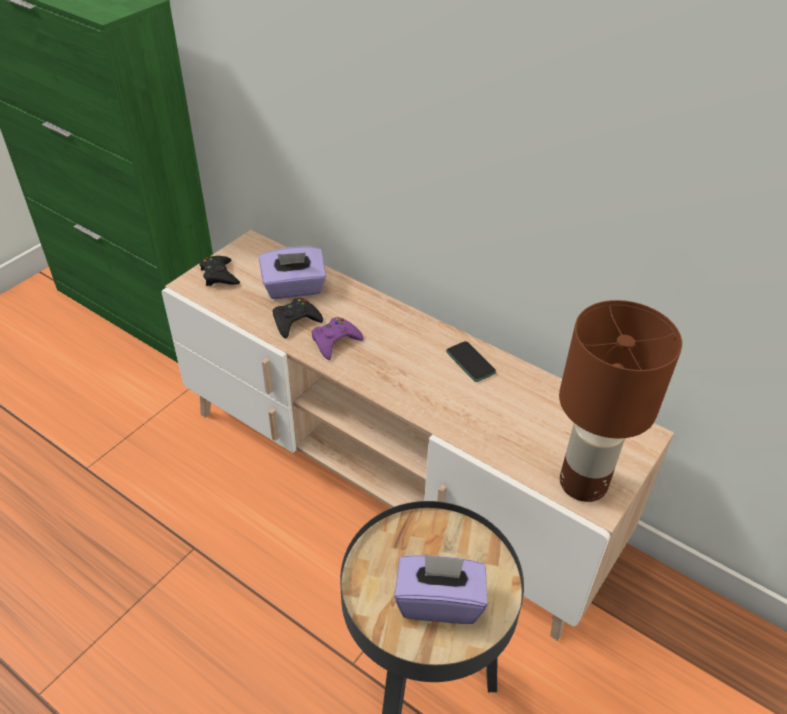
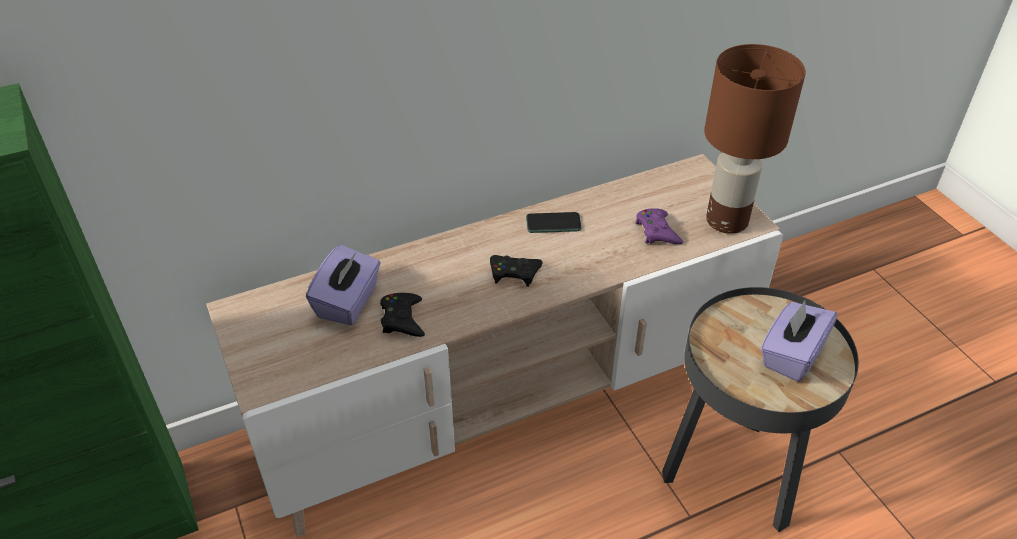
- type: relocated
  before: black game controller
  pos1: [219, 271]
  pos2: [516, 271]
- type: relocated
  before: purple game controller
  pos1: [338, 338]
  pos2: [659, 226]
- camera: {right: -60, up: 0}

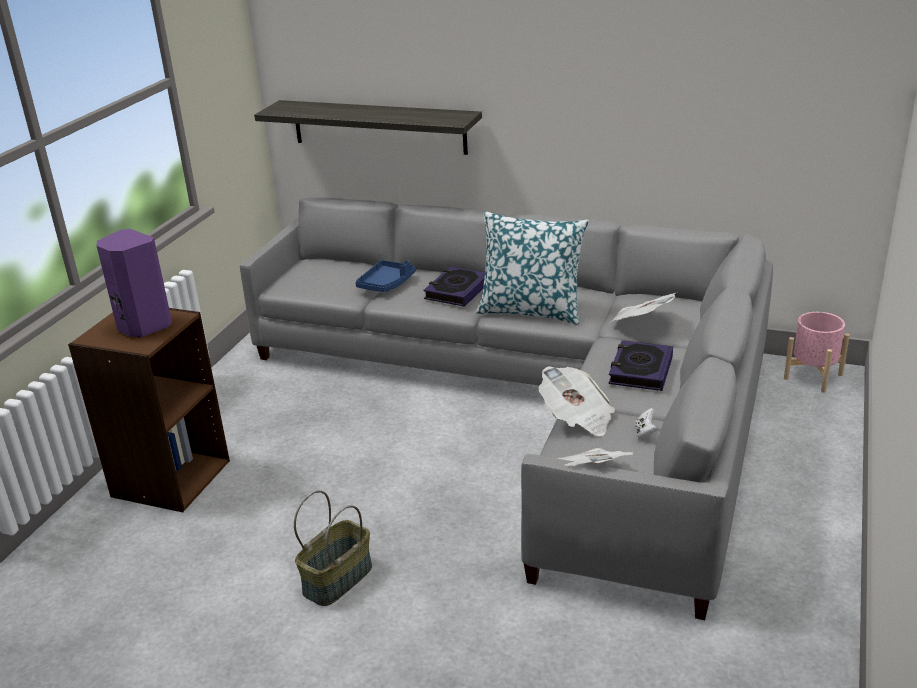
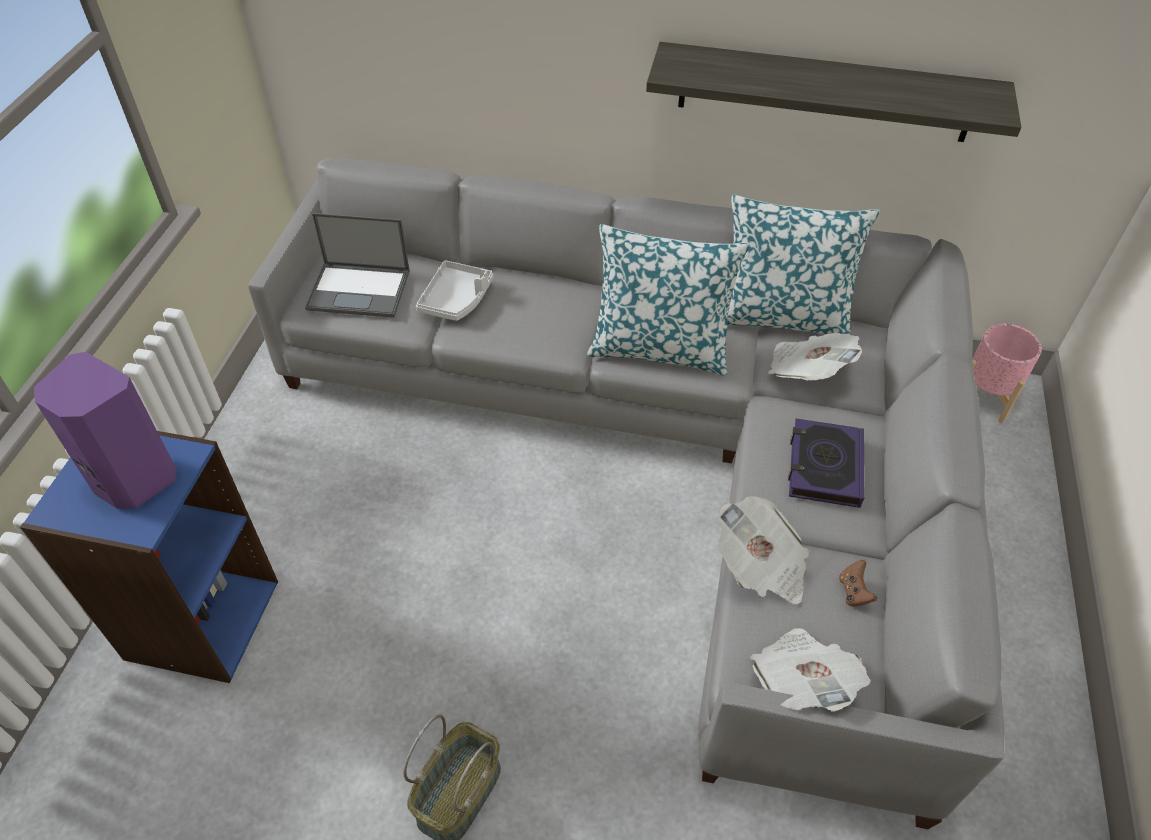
- type: colour
  before: brown bookcase
  after: blue bookcase
  pos1: [149, 410]
  pos2: [149, 557]
- type: relocated
  before: shelf
  pos1: [368, 127]
  pos2: [833, 92]
- type: colour
  before: blue tray
  after: grey tray
  pos1: [385, 276]
  pos2: [455, 290]
- type: missing
  before: book
  pos1: [454, 286]
- type: colour
  before: white game controller
  after: brown game controller
  pos1: [646, 423]
  pos2: [858, 583]
- type: appeared
  after: laptop
  pos2: [357, 265]
- type: appeared
  after: pillow
  pos2: [804, 265]
- camera: {right: -10, up: 20}

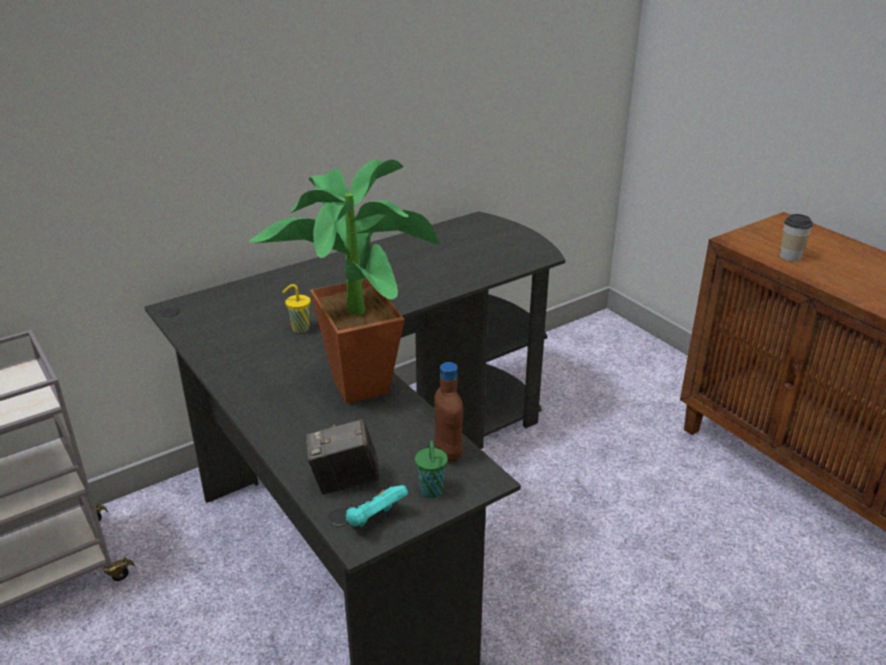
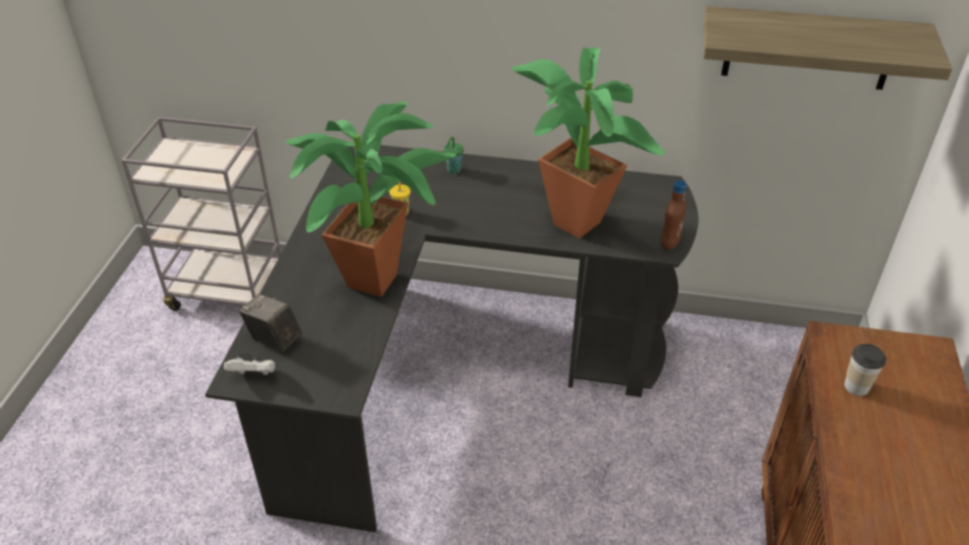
- type: colour
  before: turquoise game controller
  after: white game controller
  pos1: [376, 506]
  pos2: [249, 365]
- type: relocated
  before: green cup
  pos1: [431, 469]
  pos2: [454, 155]
- type: relocated
  before: brown bottle
  pos1: [448, 412]
  pos2: [674, 215]
- type: appeared
  after: potted plant
  pos2: [588, 143]
- type: appeared
  after: shelf
  pos2: [828, 48]
- camera: {right: 45, up: 10}

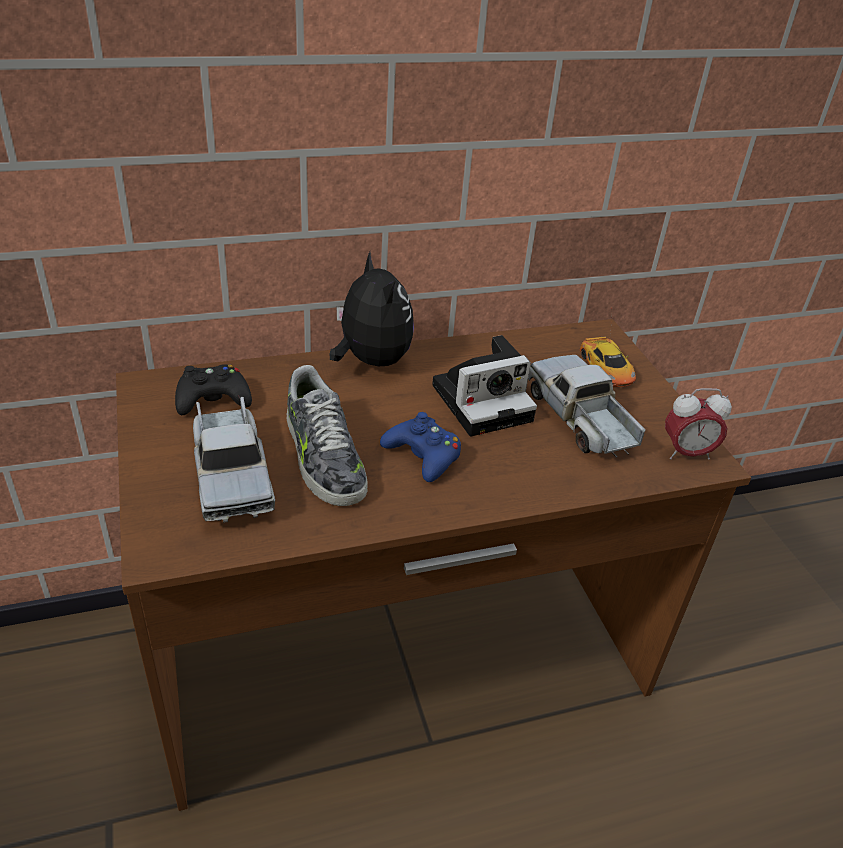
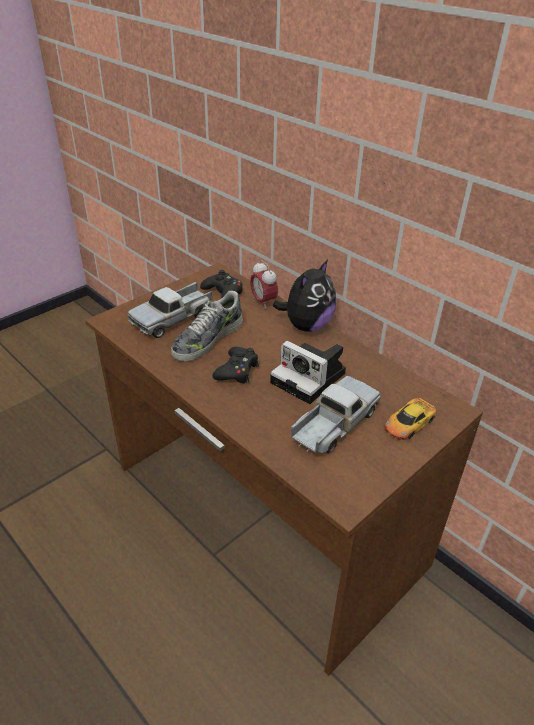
- type: colour
  before: blue game controller
  after: black game controller
  pos1: [420, 447]
  pos2: [235, 365]
- type: relocated
  before: alarm clock
  pos1: [698, 424]
  pos2: [264, 284]
- camera: {right: 65, up: 0}

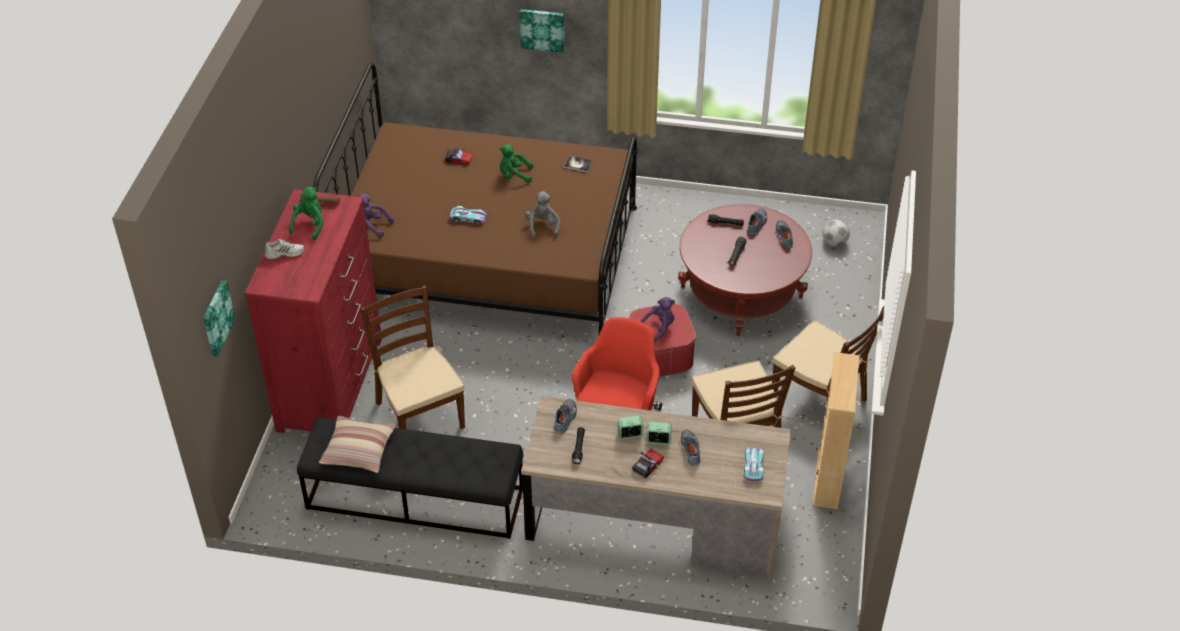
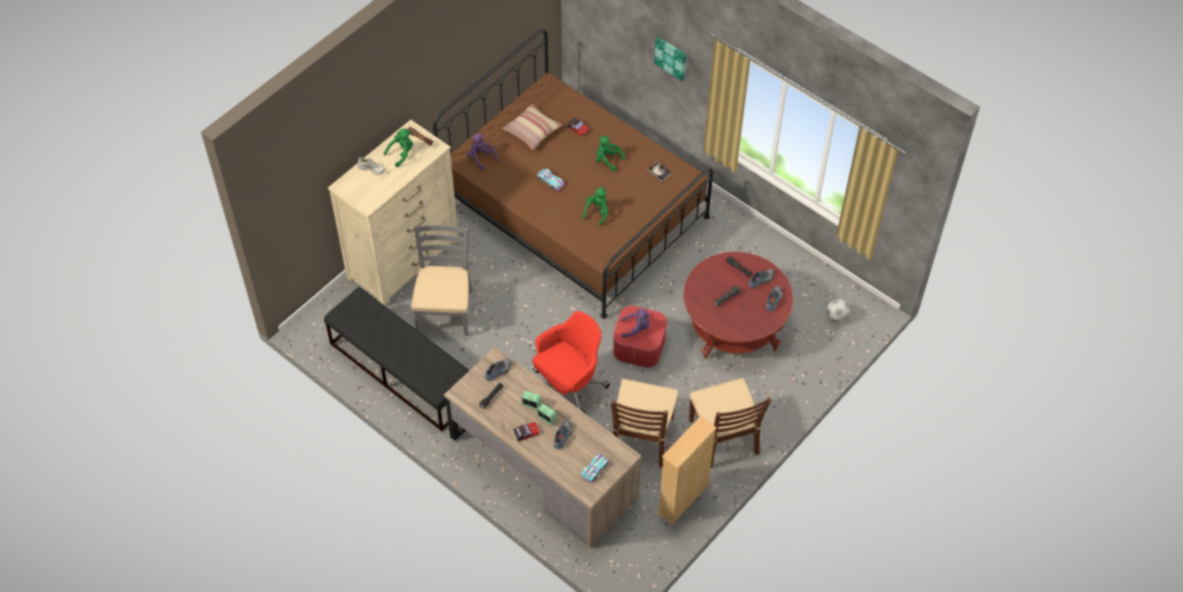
- type: missing
  before: picture
  pos1: [219, 318]
- type: colour
  before: red dresser
  after: beige dresser
  pos1: [313, 311]
  pos2: [393, 213]
- type: relocated
  before: pillow
  pos1: [357, 444]
  pos2: [532, 127]
- type: colour
  before: brown chair
  after: grey chair
  pos1: [412, 357]
  pos2: [443, 280]
- type: colour
  before: grey plush toy
  after: green plush toy
  pos1: [542, 214]
  pos2: [595, 207]
- camera: {right: 30, up: 10}

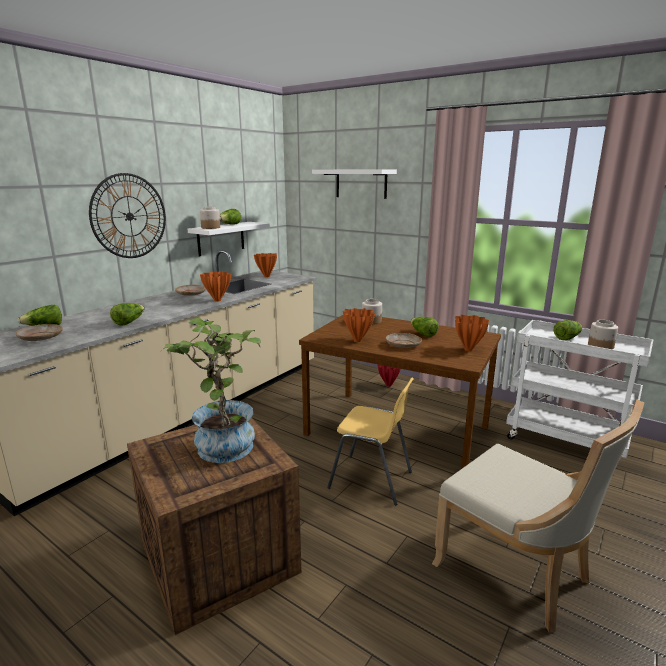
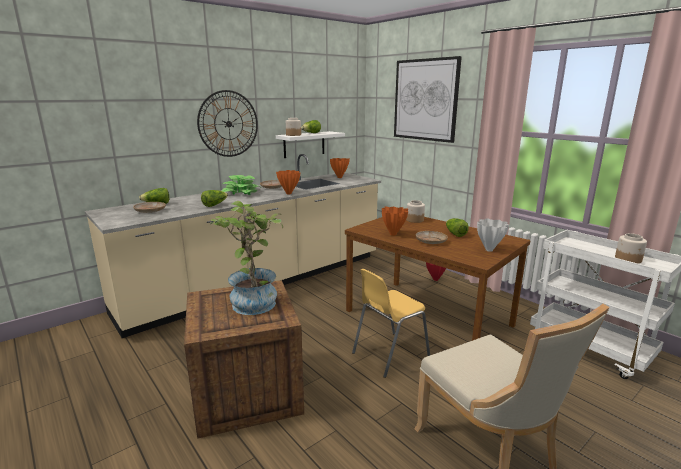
- type: exchanged
  before: white shelf
  after: picture
  pos1: [354, 184]
  pos2: [428, 99]
- type: spun
  before: yellow chair
  pos1: [370, 441]
  pos2: [391, 323]
  turn: 105
- type: colour
  before: orange vase
  after: white vase
  pos1: [472, 333]
  pos2: [493, 235]
- type: missing
  before: lettuce
  pos1: [568, 330]
- type: appeared
  after: potted plant
  pos2: [241, 185]
- camera: {right: 15, up: 0}

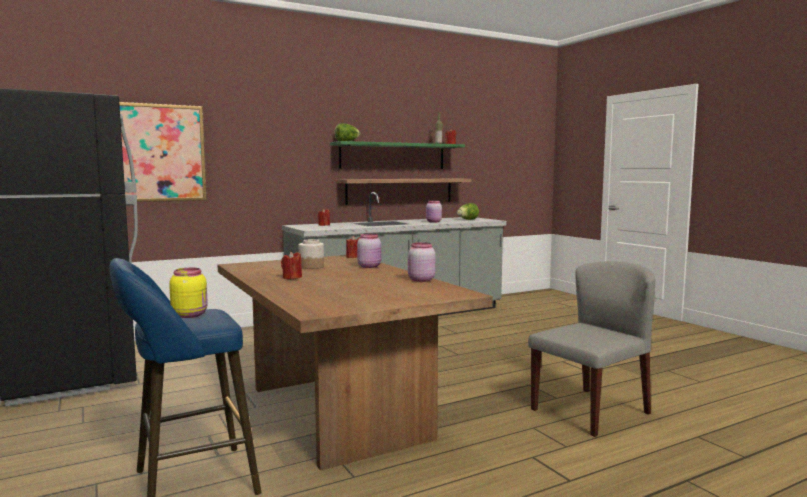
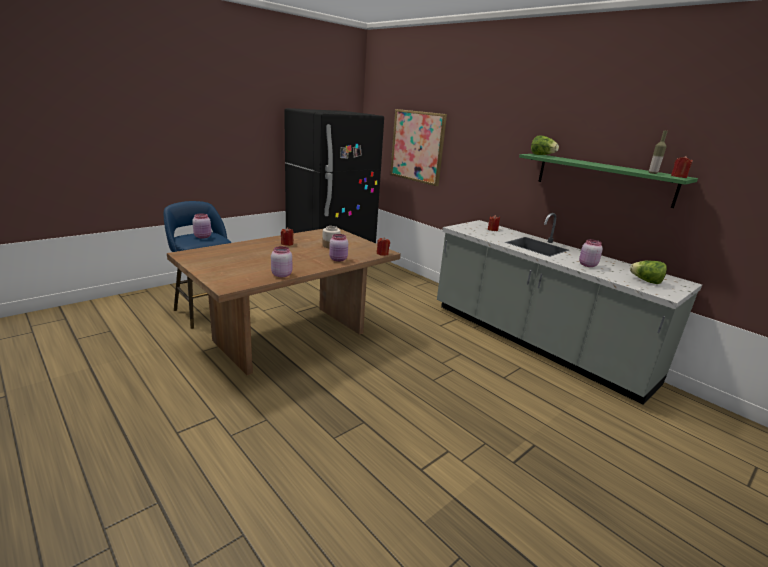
- type: colour
  before: yellow jar
  after: pink jar
  pos1: [188, 293]
  pos2: [201, 226]
- type: missing
  before: shelf
  pos1: [404, 192]
- type: missing
  before: grey chair
  pos1: [591, 349]
- camera: {right: 75, up: 15}

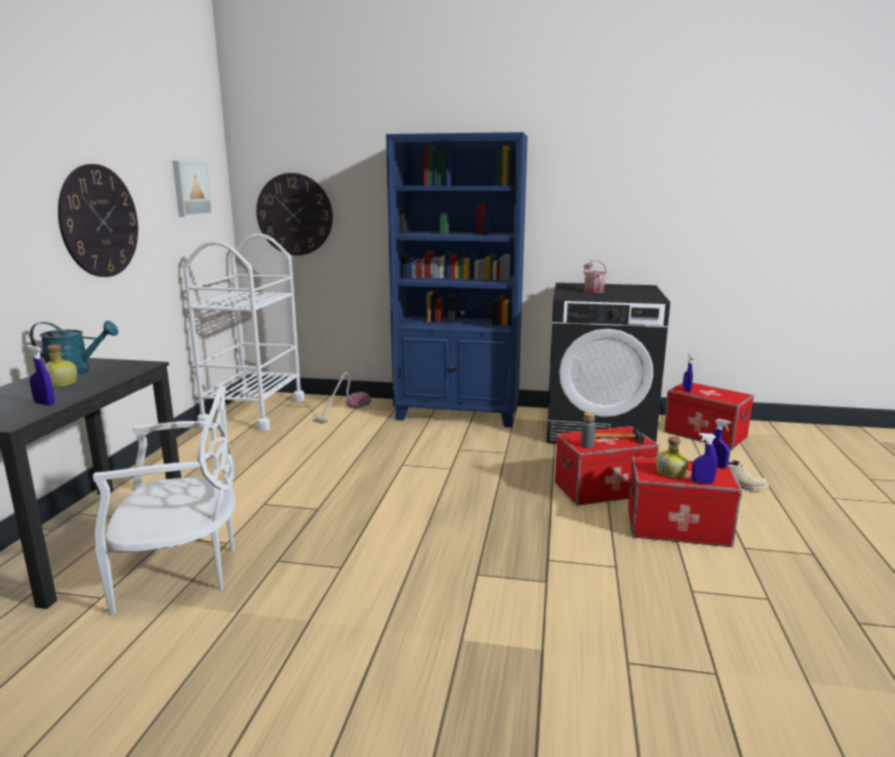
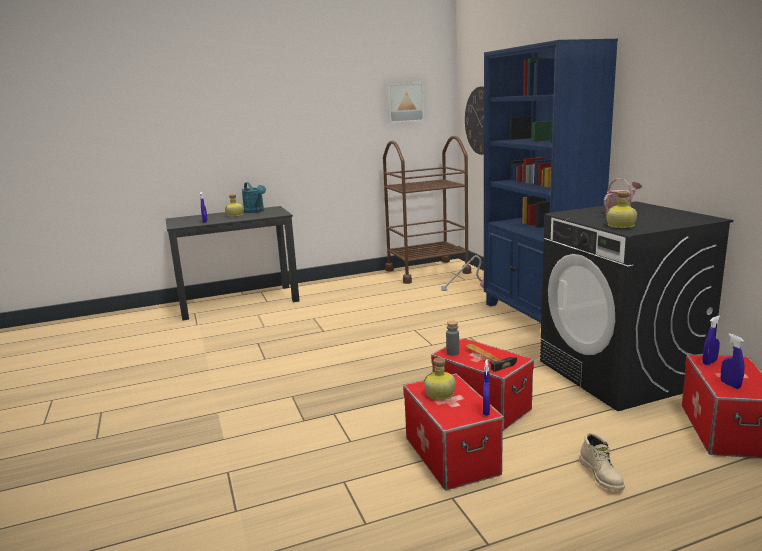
- type: missing
  before: wall clock
  pos1: [98, 220]
- type: missing
  before: white chair
  pos1: [164, 500]
- type: colour
  before: white cart
  after: brown cart
  pos1: [244, 332]
  pos2: [427, 210]
- type: relocated
  before: blue spray bottle
  pos1: [704, 458]
  pos2: [732, 361]
- type: appeared
  after: bottle
  pos2: [621, 209]
- camera: {right: 60, up: 0}

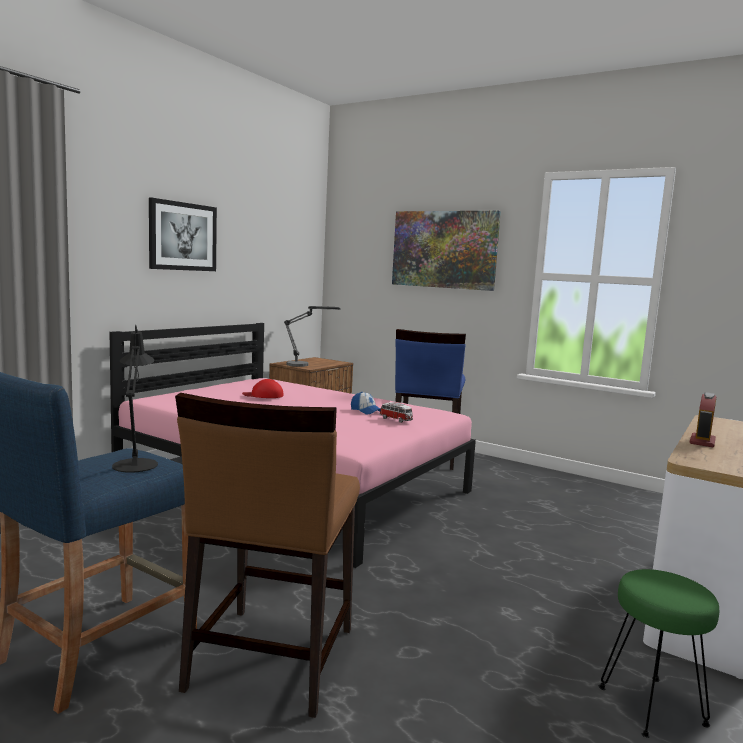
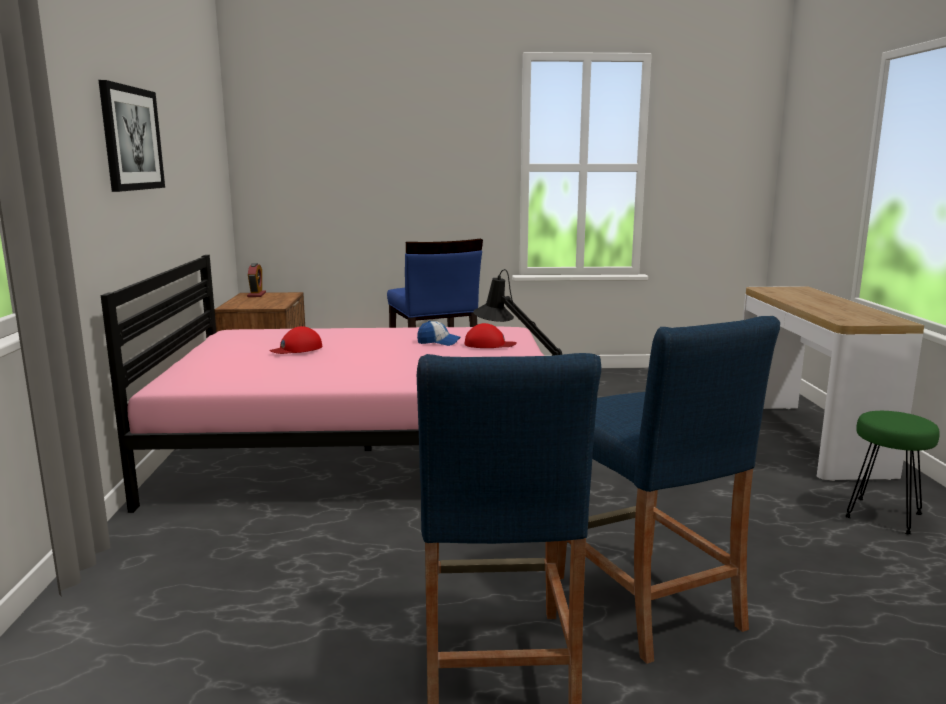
- type: exchanged
  before: brown chair
  after: blue stool
  pos1: [267, 555]
  pos2: [669, 490]
- type: missing
  before: table lamp
  pos1: [312, 336]
- type: exchanged
  before: toy car
  after: red cap
  pos1: [396, 412]
  pos2: [491, 335]
- type: missing
  before: picture
  pos1: [446, 251]
- type: relocated
  before: alarm clock
  pos1: [702, 419]
  pos2: [256, 280]
- camera: {right: -35, up: 5}

